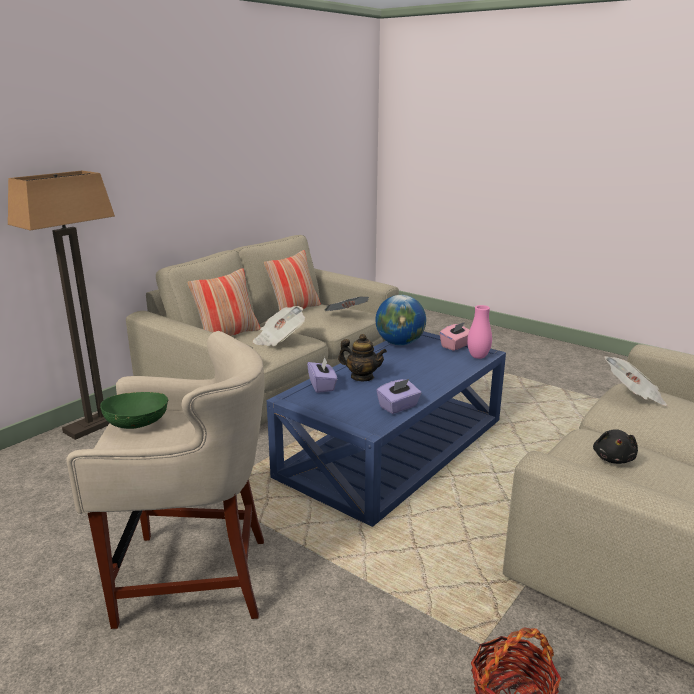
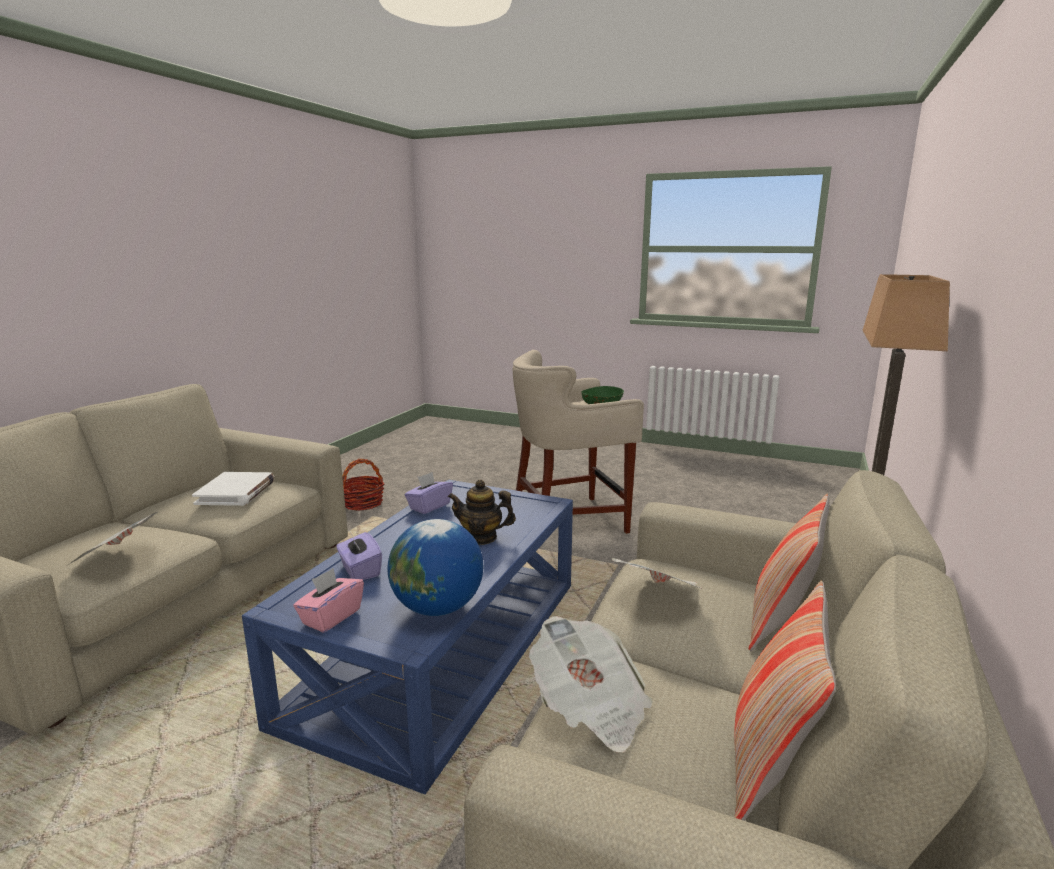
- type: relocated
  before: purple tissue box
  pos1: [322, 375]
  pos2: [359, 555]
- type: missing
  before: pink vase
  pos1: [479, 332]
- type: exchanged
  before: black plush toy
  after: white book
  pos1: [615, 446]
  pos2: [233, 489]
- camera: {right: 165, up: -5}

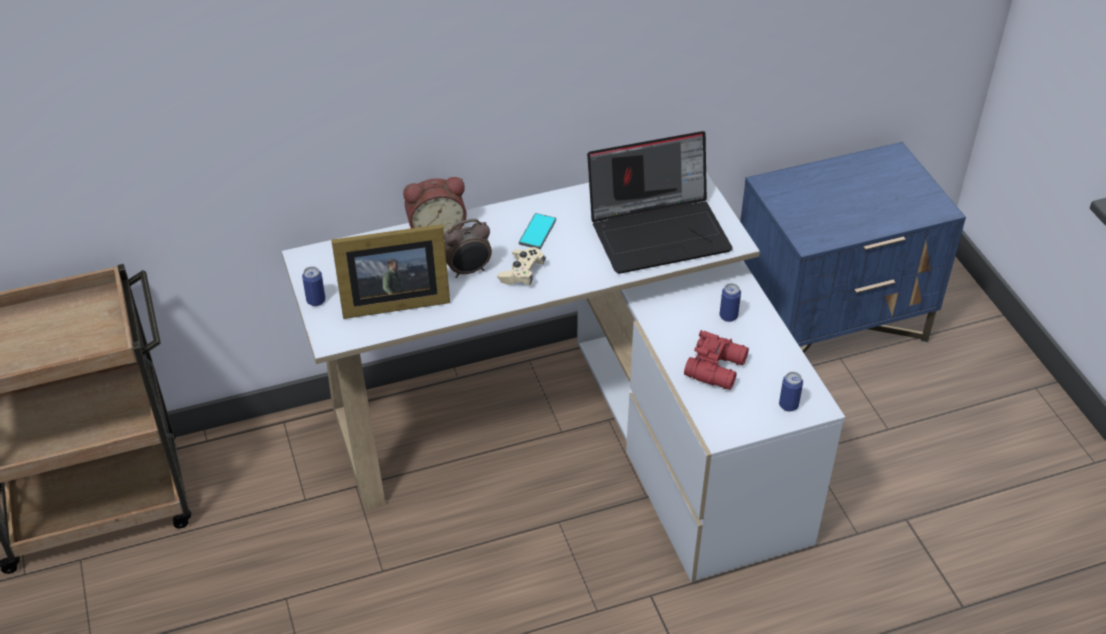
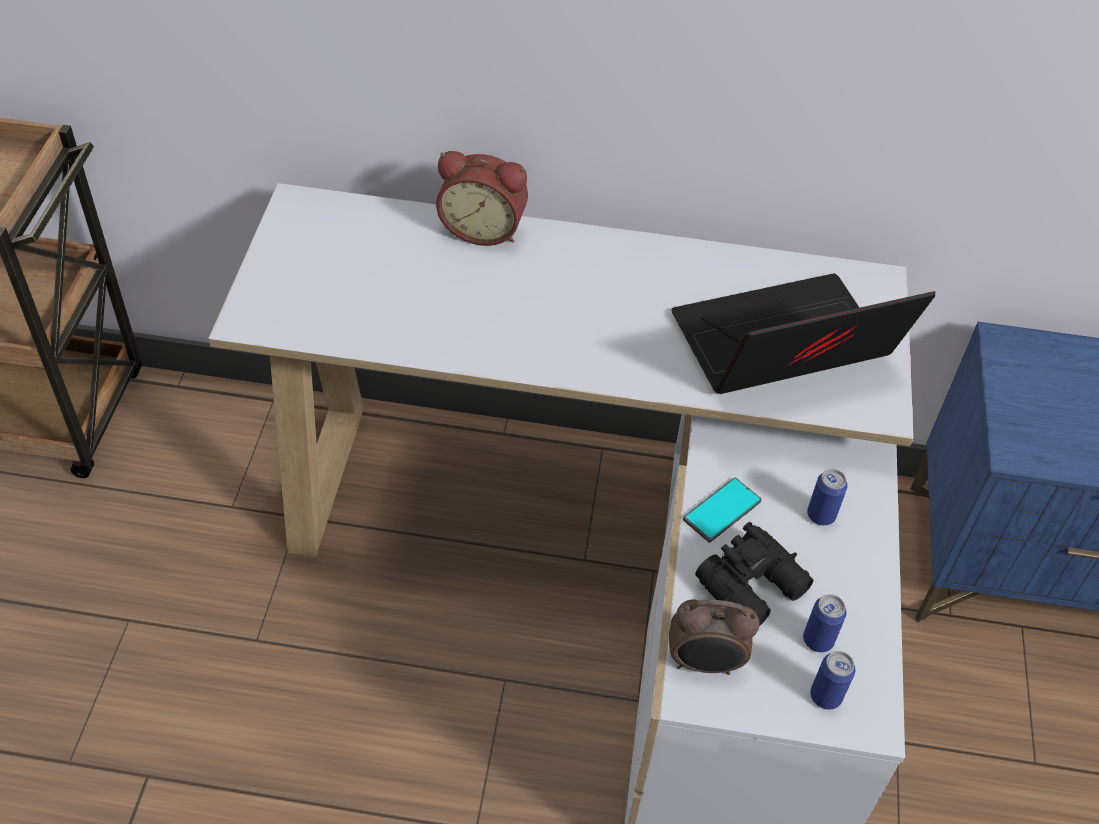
- type: relocated
  before: can
  pos1: [313, 286]
  pos2: [825, 623]
- type: missing
  before: picture frame
  pos1: [390, 271]
- type: relocated
  before: alarm clock
  pos1: [468, 248]
  pos2: [714, 637]
- type: missing
  before: beige game controller
  pos1: [521, 266]
- type: relocated
  before: phone
  pos1: [537, 231]
  pos2: [722, 510]
- type: spun
  before: laptop
  pos1: [660, 202]
  pos2: [803, 334]
  turn: 150
- type: colour
  before: red binoculars
  after: black binoculars
  pos1: [716, 360]
  pos2: [754, 573]
- camera: {right: 25, up: 5}

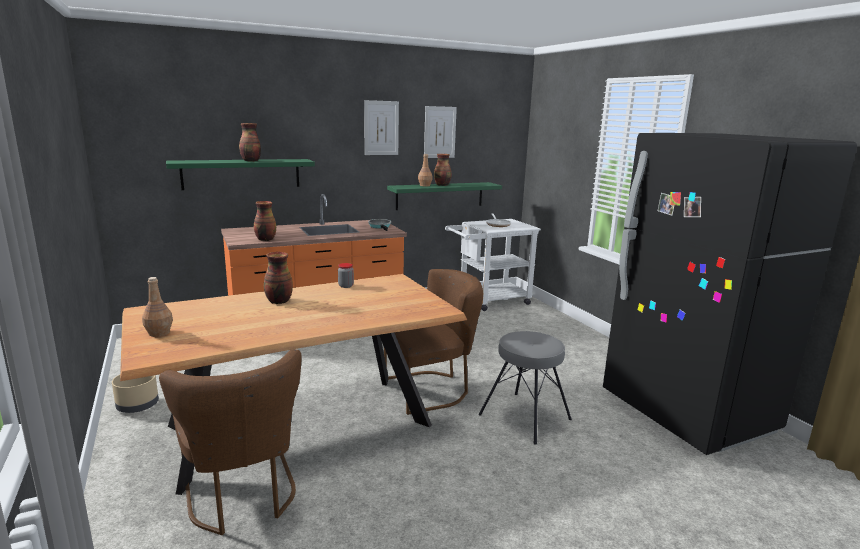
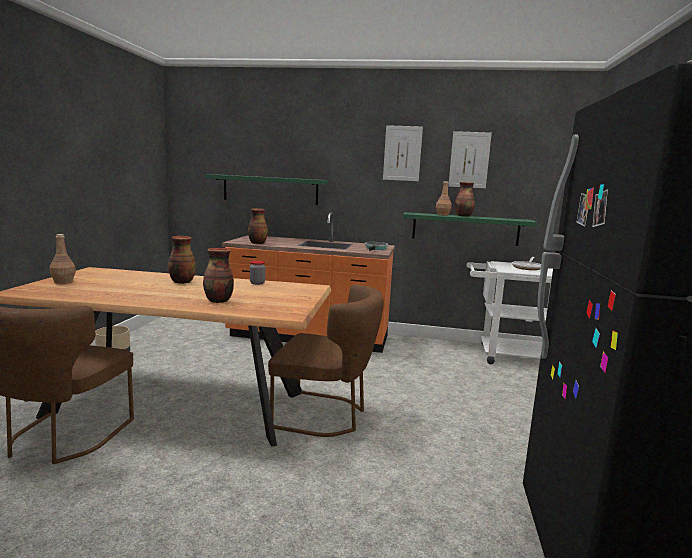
- type: relocated
  before: vase
  pos1: [250, 142]
  pos2: [218, 275]
- type: missing
  before: grey stool
  pos1: [525, 388]
- camera: {right: 35, up: -5}

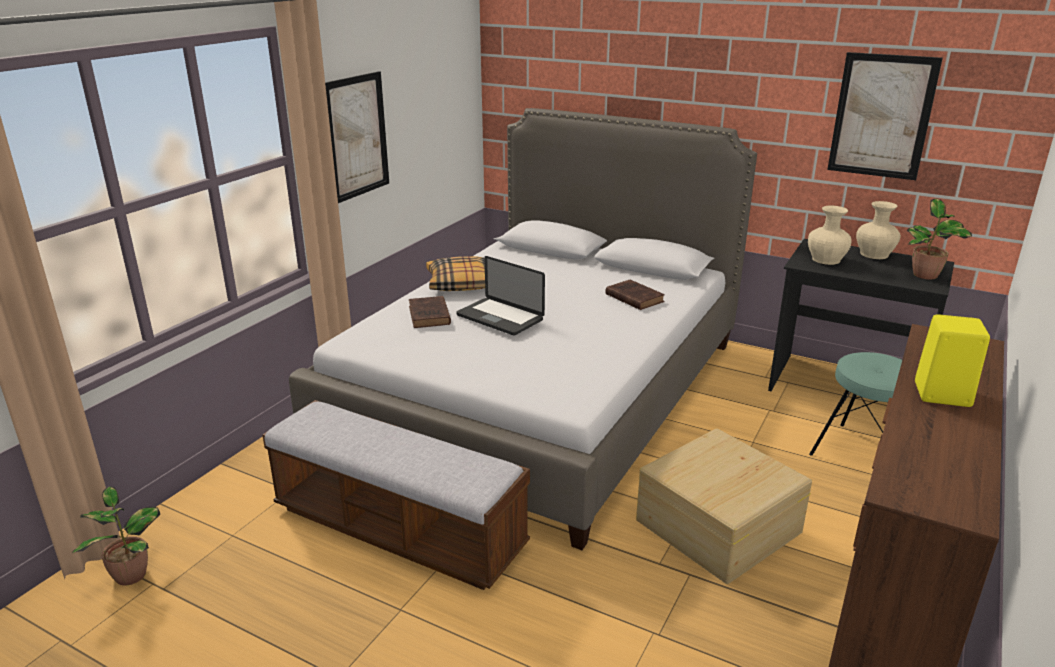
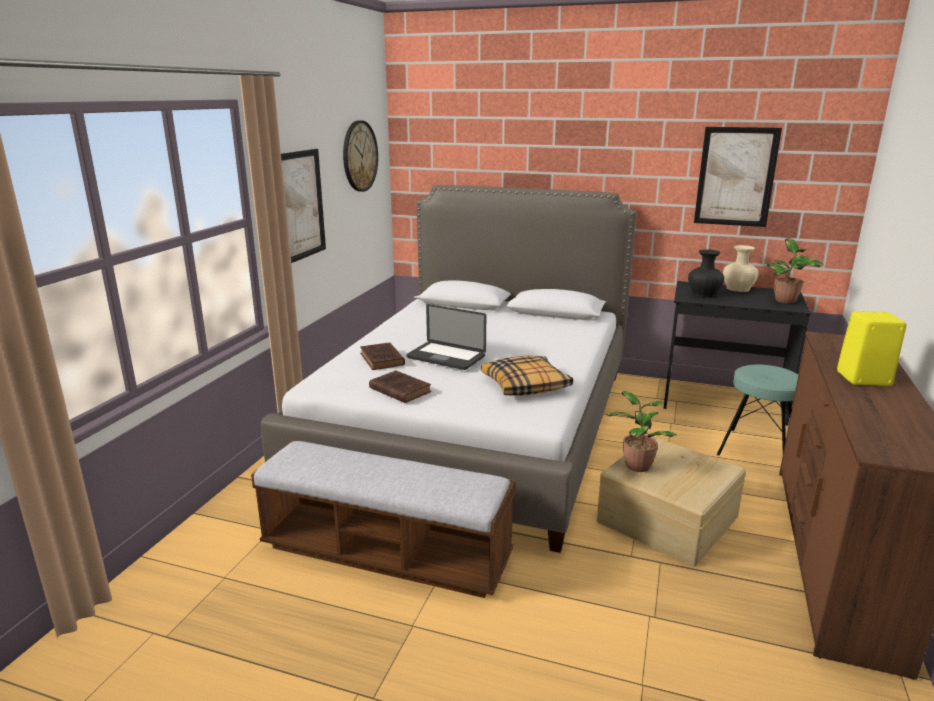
- type: relocated
  before: potted plant
  pos1: [116, 535]
  pos2: [641, 431]
- type: relocated
  before: pillow
  pos1: [455, 273]
  pos2: [527, 375]
- type: relocated
  before: brown book
  pos1: [635, 295]
  pos2: [400, 387]
- type: colour
  before: beige vase
  after: black vase
  pos1: [829, 235]
  pos2: [706, 273]
- type: appeared
  after: wall clock
  pos2: [360, 156]
- camera: {right: -10, up: -5}

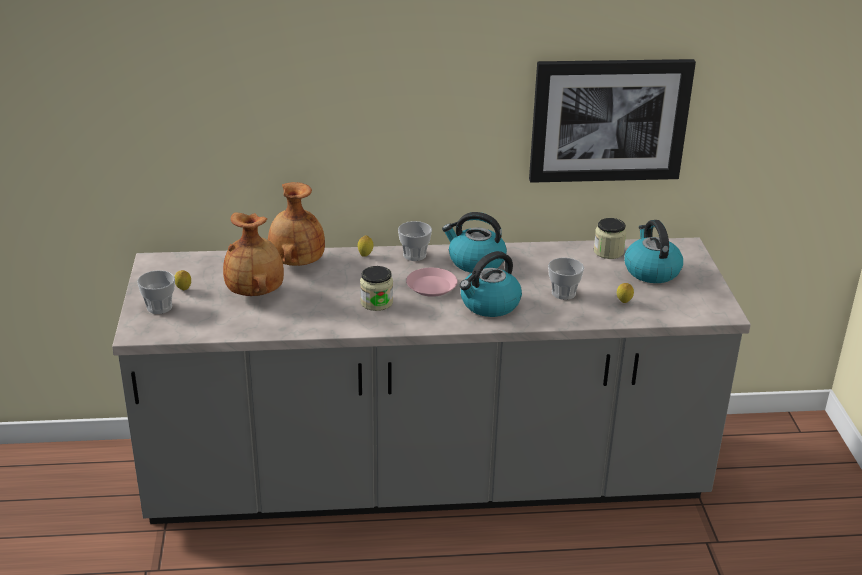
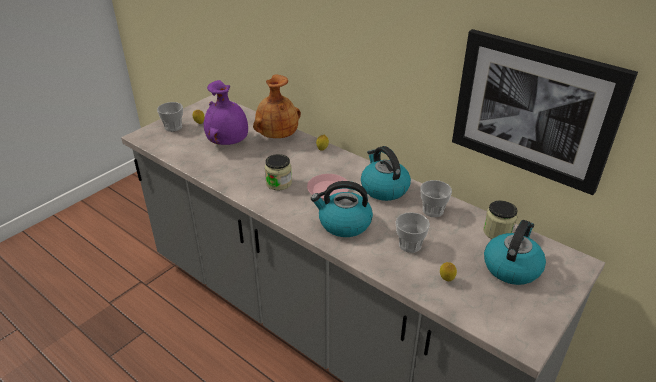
- type: colour
  before: brown vase
  after: purple vase
  pos1: [253, 254]
  pos2: [226, 112]
- type: relocated
  before: cup
  pos1: [415, 241]
  pos2: [436, 198]
- camera: {right: 45, up: 5}

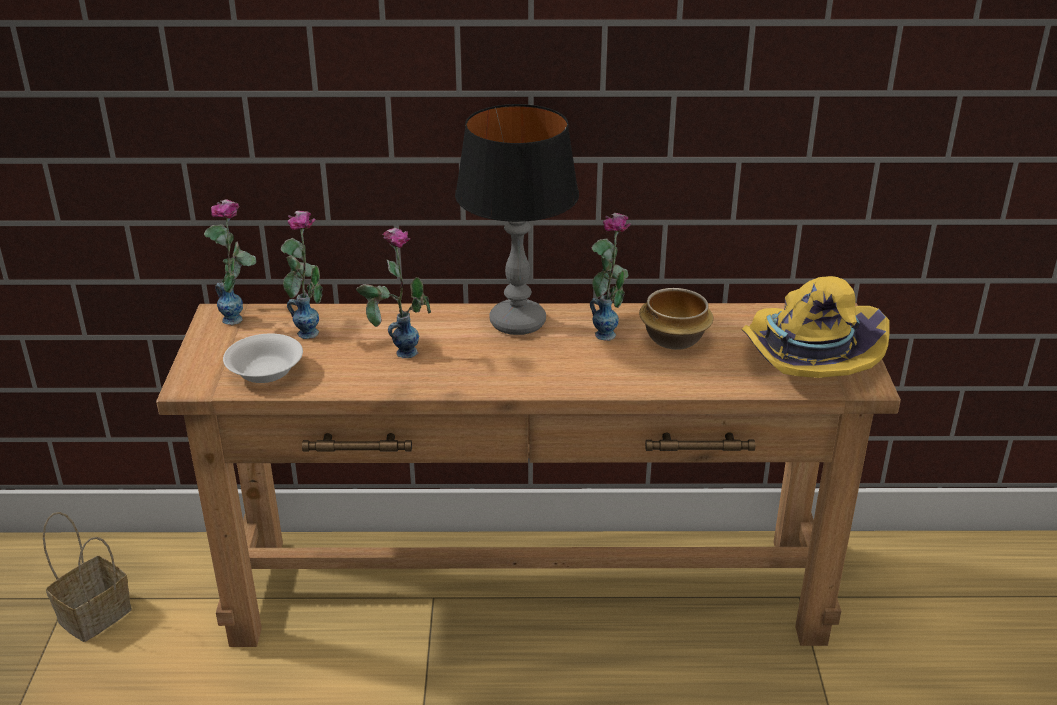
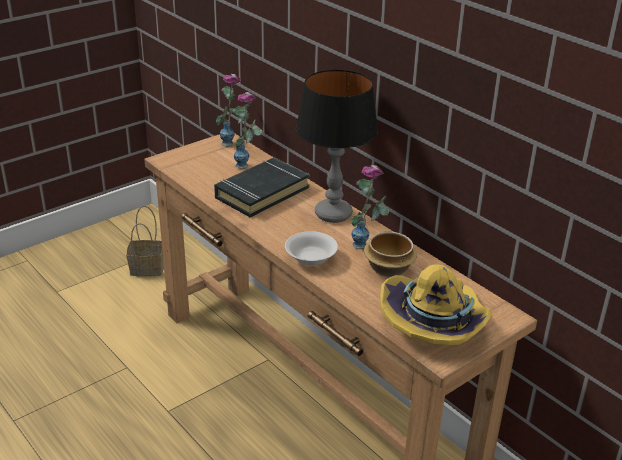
- type: relocated
  before: white bowl
  pos1: [263, 358]
  pos2: [311, 248]
- type: exchanged
  before: vase
  after: black book
  pos1: [393, 293]
  pos2: [262, 187]
- camera: {right: 50, up: 0}

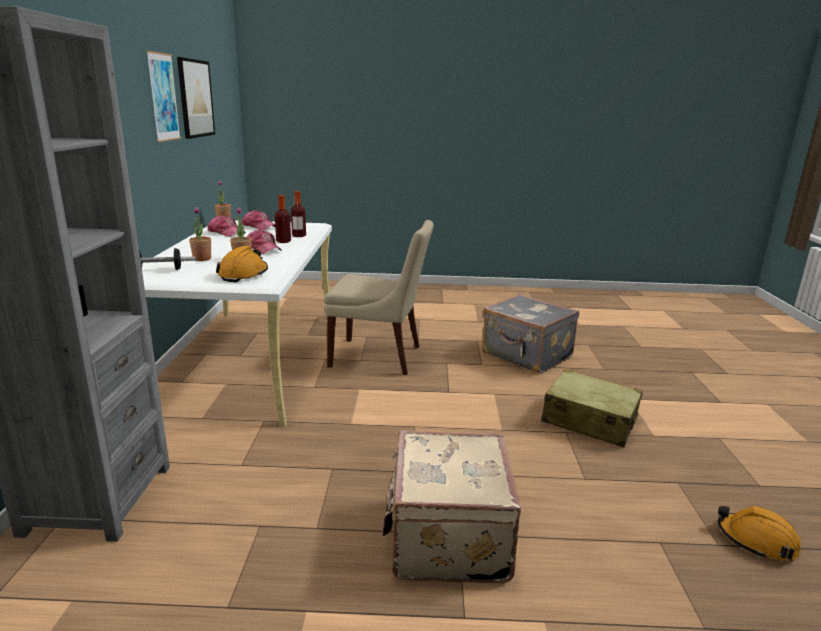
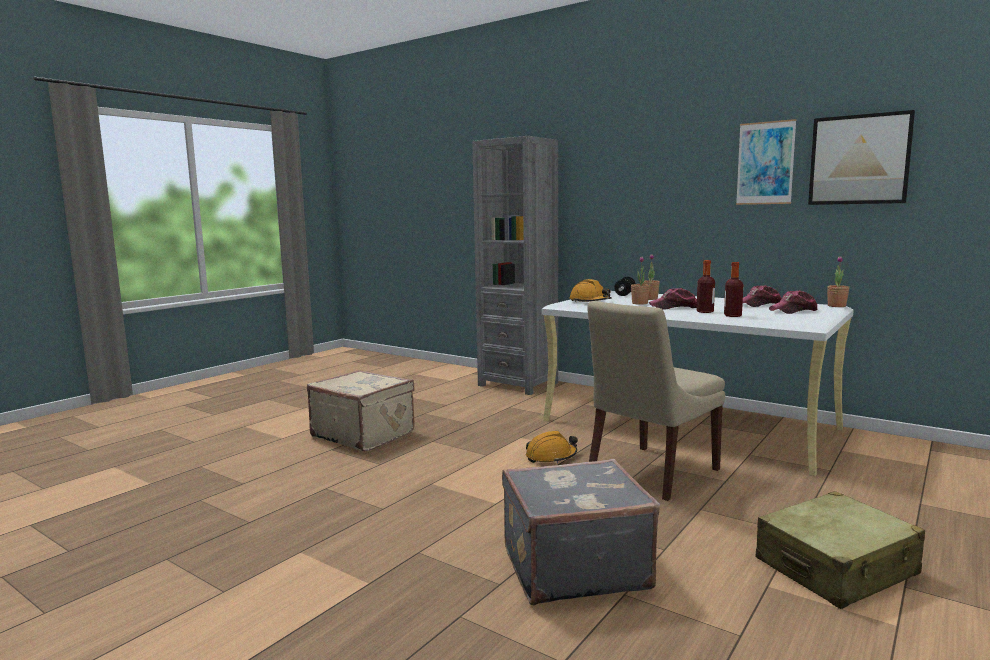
- type: relocated
  before: beige suitcase
  pos1: [592, 408]
  pos2: [840, 550]
- type: relocated
  before: orange hard hat
  pos1: [759, 533]
  pos2: [552, 447]
- camera: {right: 125, up: -10}

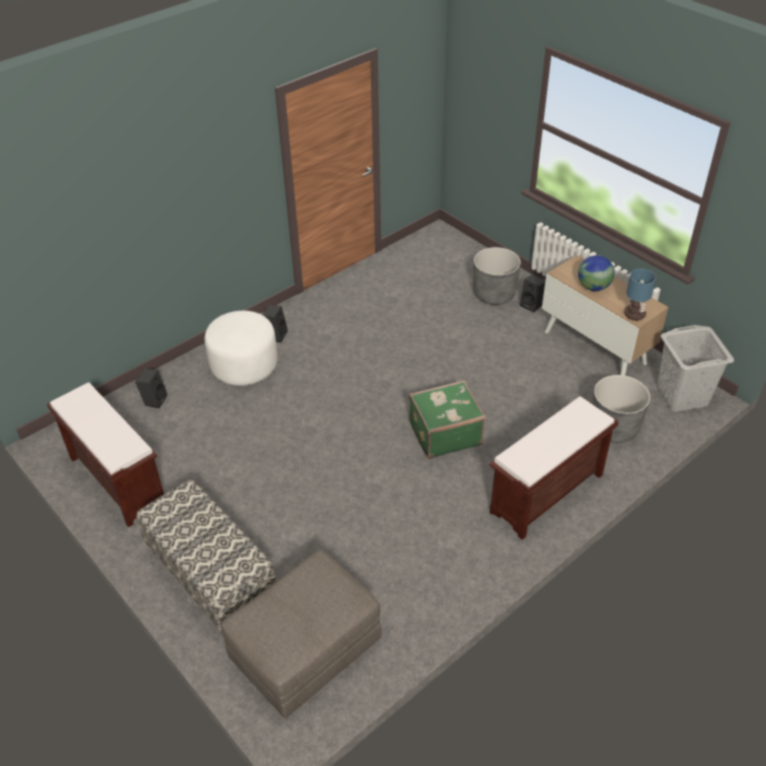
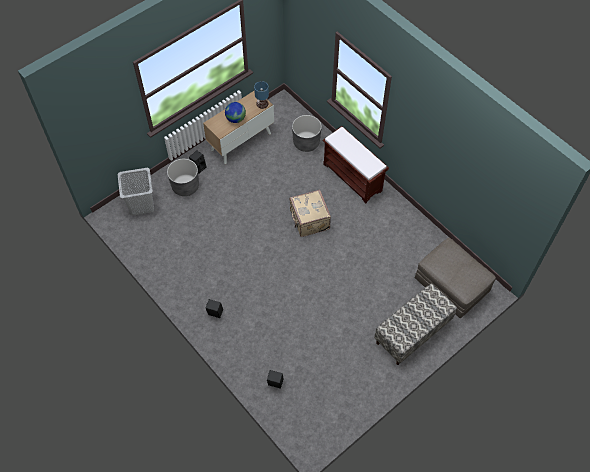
- type: missing
  before: brown bench
  pos1: [105, 454]
- type: missing
  before: white ottoman
  pos1: [241, 348]
- type: colour
  before: green suitcase
  after: beige suitcase
  pos1: [447, 419]
  pos2: [310, 213]
- type: relocated
  before: grey laundry basket
  pos1: [695, 368]
  pos2: [136, 191]
- camera: {right: -90, up: 15}

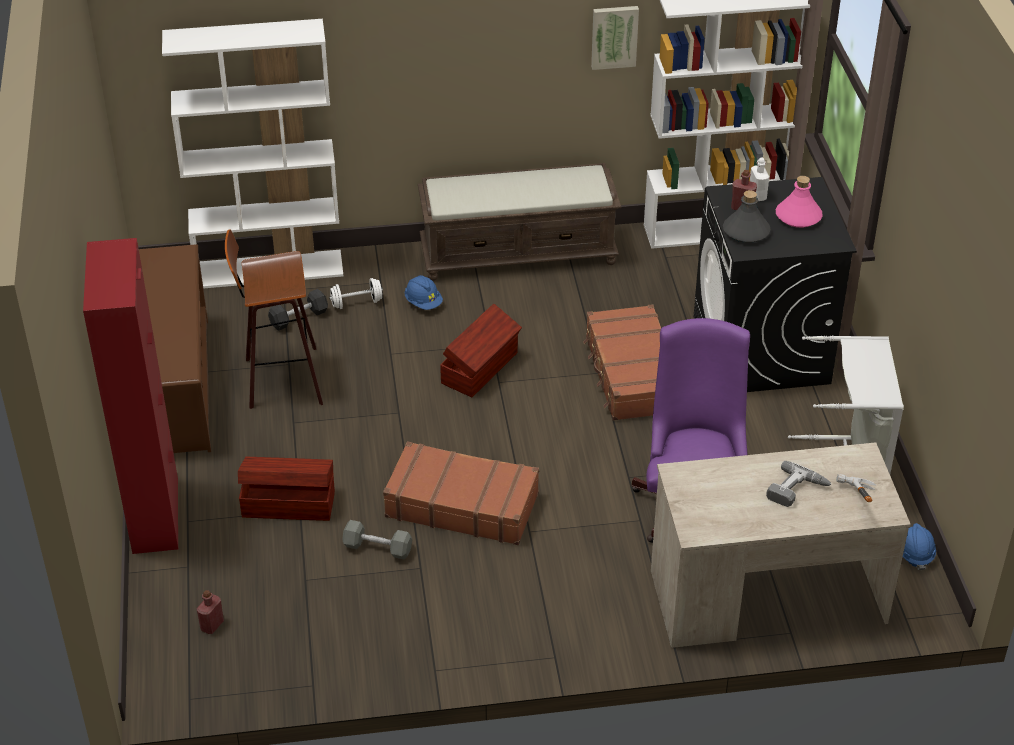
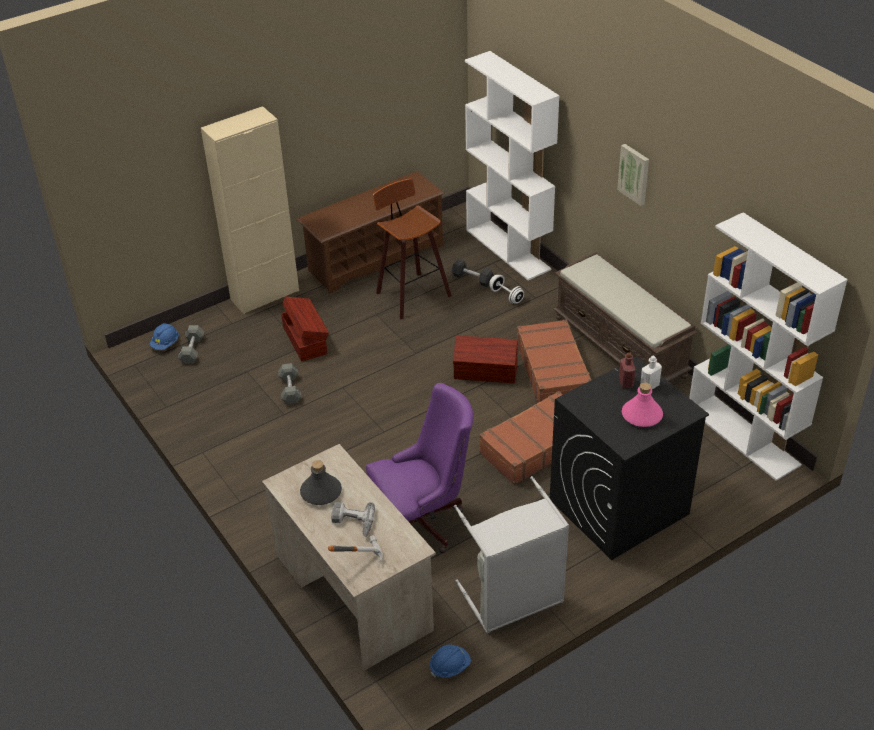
- type: colour
  before: red cabinet
  after: beige cabinet
  pos1: [130, 396]
  pos2: [250, 210]
- type: exchanged
  before: red bottle
  after: grey dumbbell
  pos1: [210, 612]
  pos2: [191, 344]
- type: relocated
  before: brown suitcase
  pos1: [461, 493]
  pos2: [554, 361]
- type: relocated
  before: blue hard hat
  pos1: [423, 292]
  pos2: [164, 336]
- type: relocated
  before: picture
  pos1: [615, 38]
  pos2: [633, 175]
- type: relocated
  before: grey bottle
  pos1: [747, 216]
  pos2: [321, 482]
- camera: {right: 65, up: 0}

